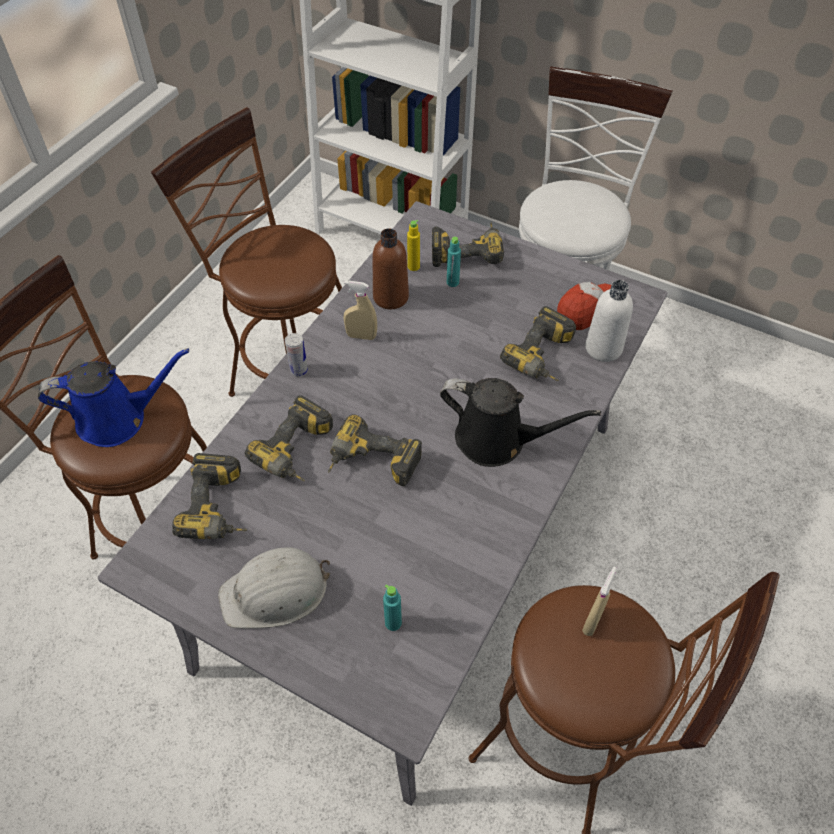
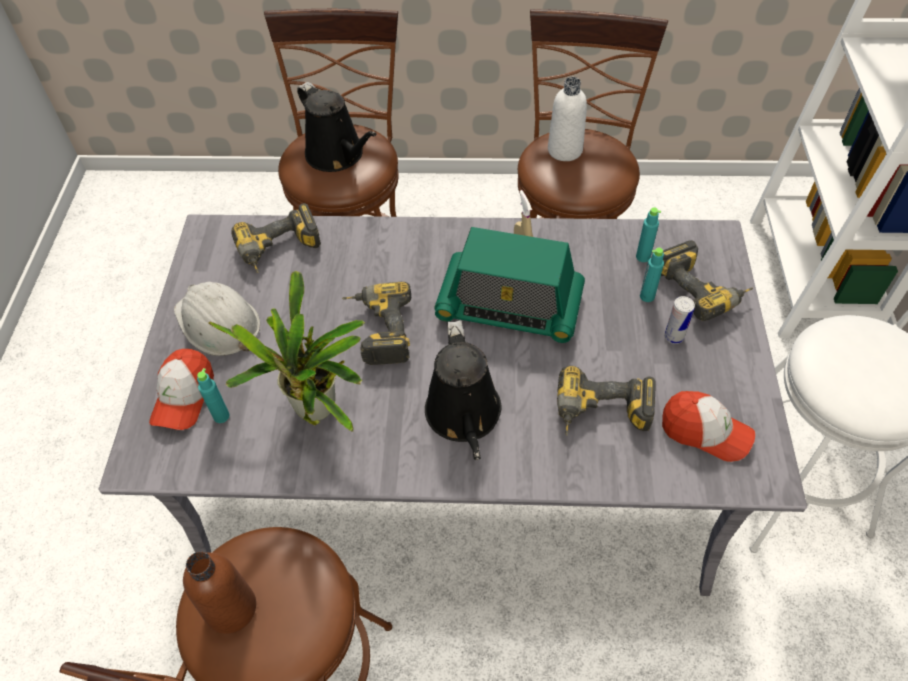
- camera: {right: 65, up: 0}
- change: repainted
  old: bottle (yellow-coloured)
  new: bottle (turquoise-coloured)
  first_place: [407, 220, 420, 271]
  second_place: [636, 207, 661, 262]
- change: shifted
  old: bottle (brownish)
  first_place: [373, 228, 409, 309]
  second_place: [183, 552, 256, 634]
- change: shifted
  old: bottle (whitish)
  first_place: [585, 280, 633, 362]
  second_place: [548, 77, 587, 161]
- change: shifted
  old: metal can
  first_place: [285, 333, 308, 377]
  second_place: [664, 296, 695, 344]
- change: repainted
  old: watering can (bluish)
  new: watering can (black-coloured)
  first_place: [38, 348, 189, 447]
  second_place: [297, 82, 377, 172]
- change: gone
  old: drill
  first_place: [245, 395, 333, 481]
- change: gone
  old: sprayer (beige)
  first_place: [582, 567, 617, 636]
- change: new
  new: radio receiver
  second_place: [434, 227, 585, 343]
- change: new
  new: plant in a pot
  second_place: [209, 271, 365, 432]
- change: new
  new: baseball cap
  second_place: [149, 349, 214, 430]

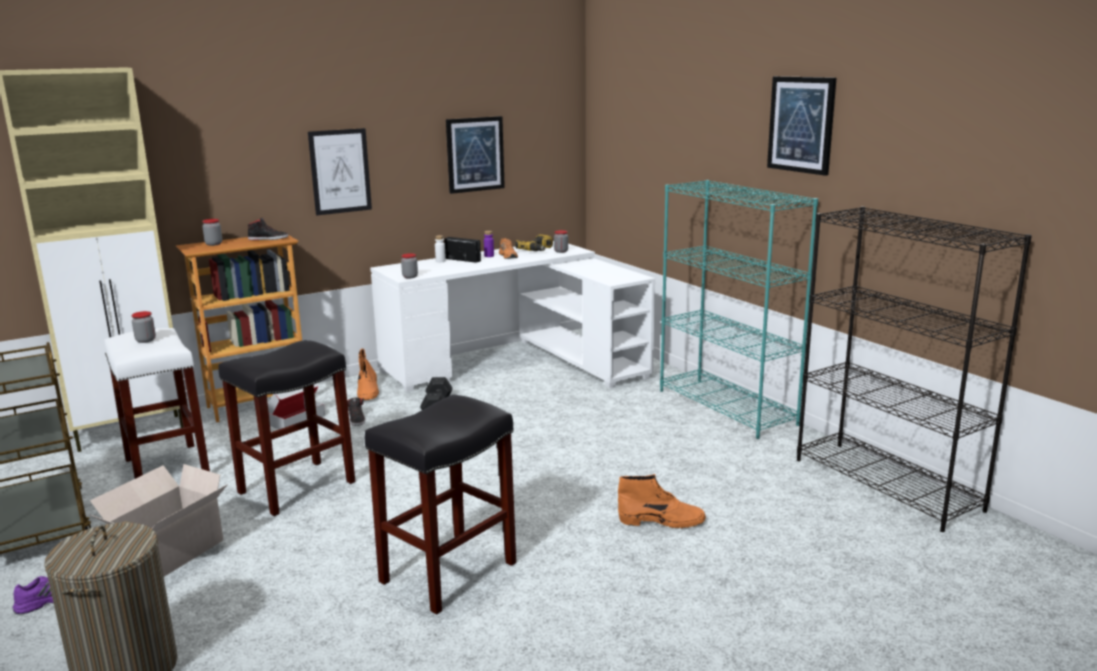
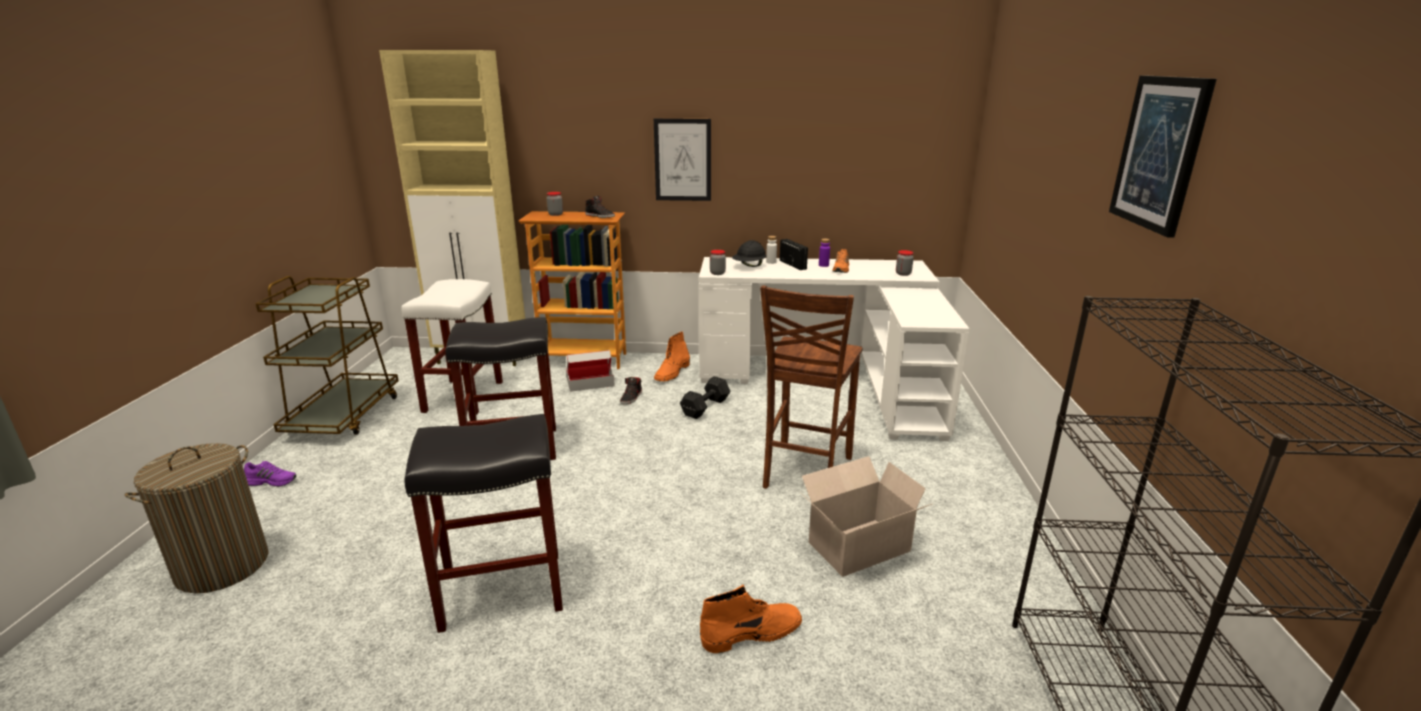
- camera: {right: 35, up: 5}
- change: gone
  old: wall art
  first_place: [446, 116, 505, 194]
- change: gone
  old: bookshelf (turquoise-coloured)
  first_place: [660, 180, 818, 439]
- change: gone
  old: drill
  first_place: [515, 234, 553, 251]
- change: gone
  old: jar
  first_place: [131, 311, 156, 343]
- change: shifted
  old: carton
  first_place: [89, 464, 228, 577]
  second_place: [800, 456, 932, 577]
- change: rotated
  old: tall boot (orange)
  first_place: [618, 474, 706, 528]
  second_place: [700, 585, 802, 653]
  degrees: -60
- change: new
  new: safety helmet (black-coloured)
  second_place: [732, 240, 766, 267]
- change: new
  new: upright chair (brownish)
  second_place: [760, 285, 863, 489]

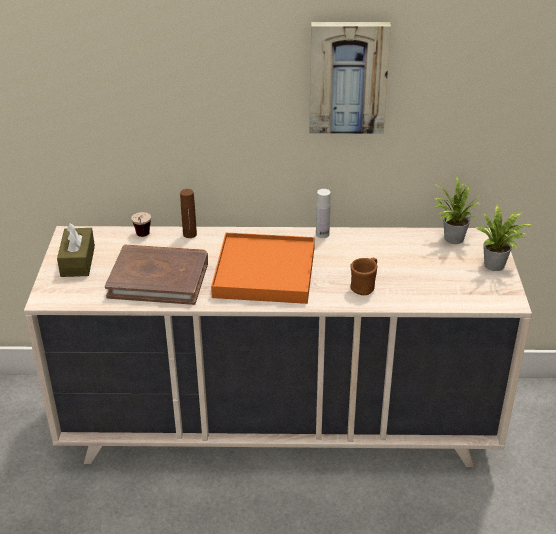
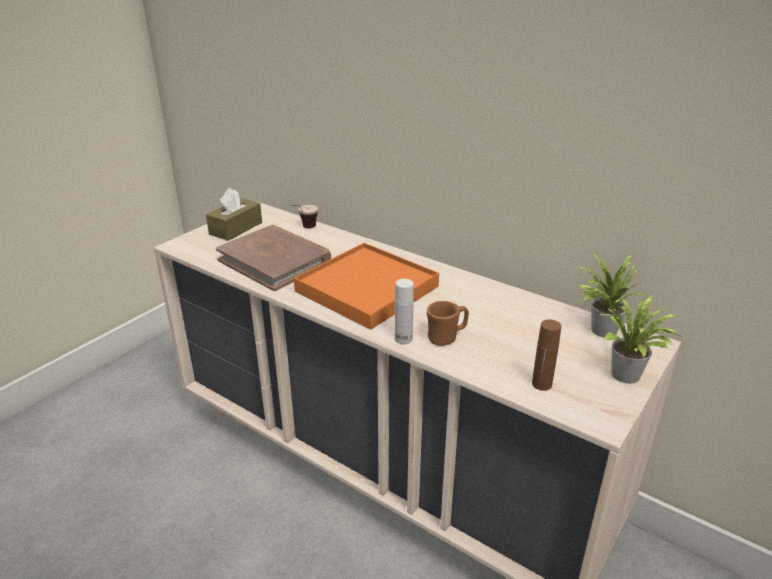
- camera: {right: 35, up: -5}
- change: gone
  old: wall art
  first_place: [309, 22, 391, 134]
- change: shifted
  old: bottle (brownish)
  first_place: [180, 189, 197, 238]
  second_place: [532, 319, 561, 391]
- change: shifted
  old: bottle (whitish)
  first_place: [316, 189, 331, 238]
  second_place: [395, 279, 414, 344]

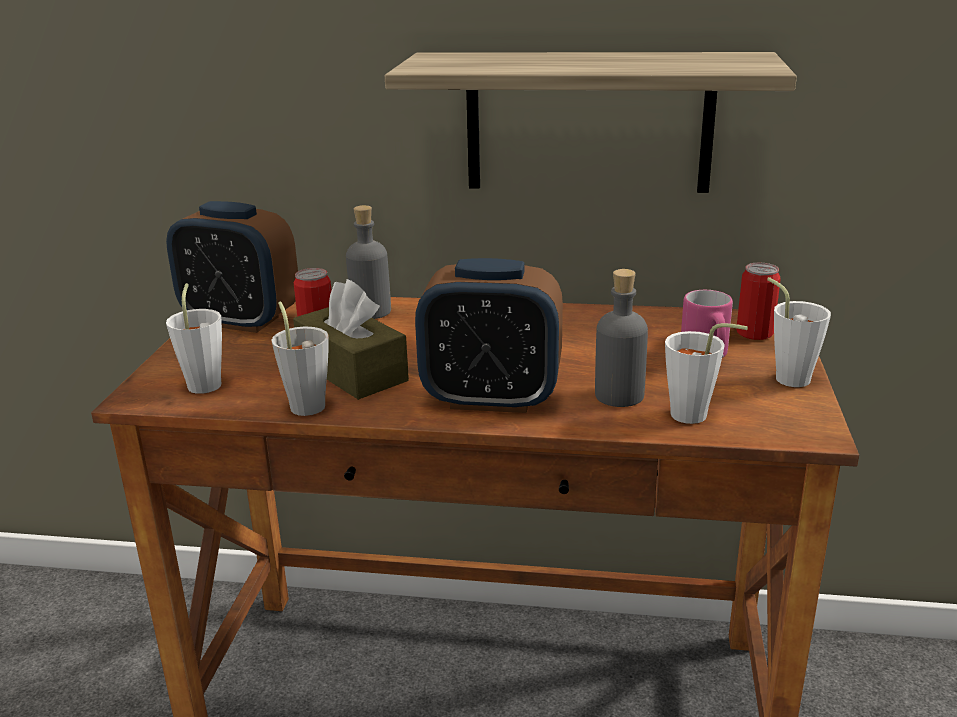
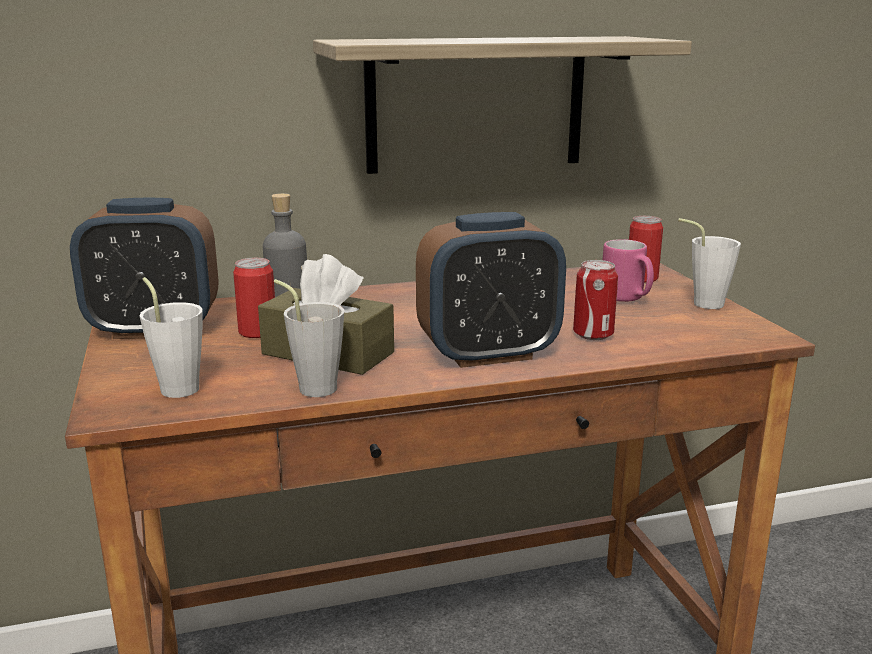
- camera: {right: -25, up: -5}
- change: swapped
  old: bottle (greyish)
  new: metal can
  first_place: [595, 269, 648, 407]
  second_place: [573, 260, 618, 340]
- change: gone
  old: cup (whitish)
  first_place: [665, 323, 748, 424]

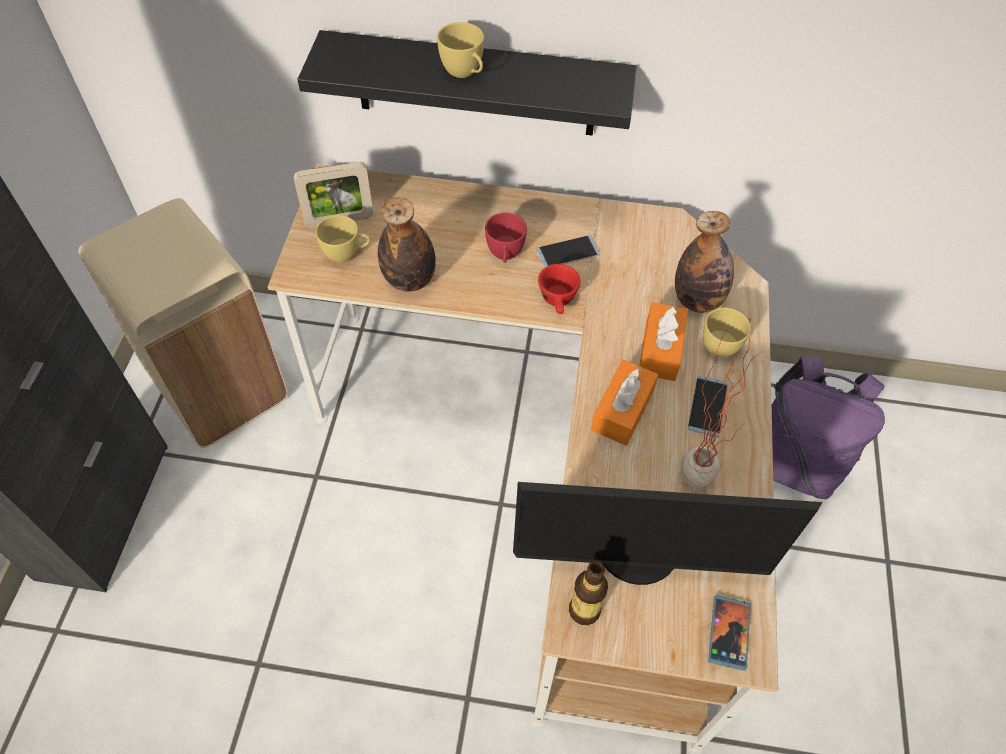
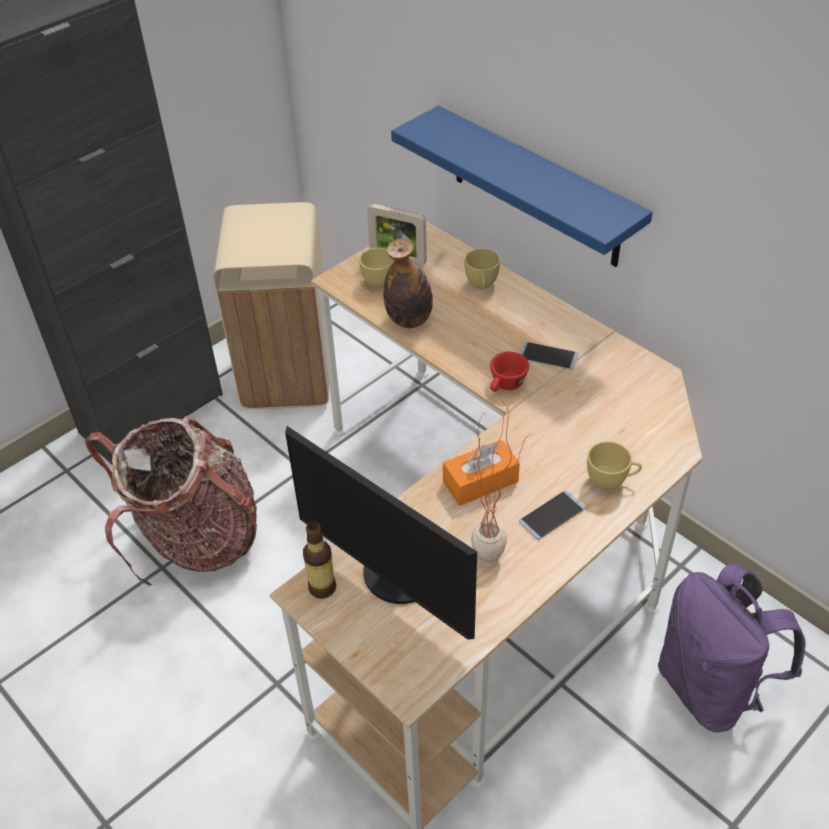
- camera: {right: 40, up: -10}
- change: shifted
  old: cup (yellow-coloured)
  first_place: [437, 22, 484, 78]
  second_place: [464, 248, 500, 289]
- change: repainted
  old: wall shelf (black-coloured)
  new: wall shelf (bluish)
  first_place: [298, 30, 637, 136]
  second_place: [391, 106, 653, 267]
- change: gone
  old: bottle
  first_place: [675, 211, 734, 313]
- change: gone
  old: cup (red)
  first_place: [485, 212, 527, 263]
- change: gone
  old: box of tissues (orange)
  first_place: [639, 302, 688, 381]
- change: gone
  old: phone
  first_place: [708, 595, 751, 671]
- change: new
  new: rucksack
  second_place: [85, 416, 257, 587]

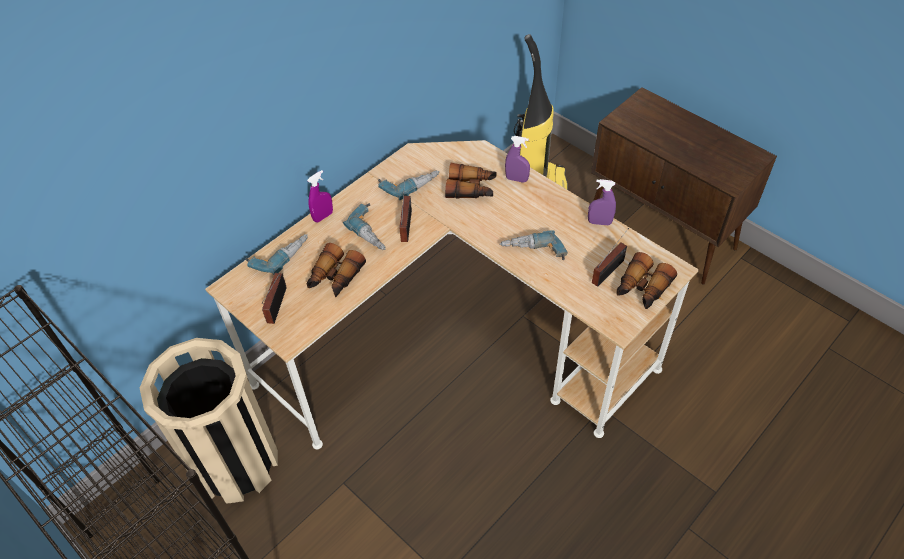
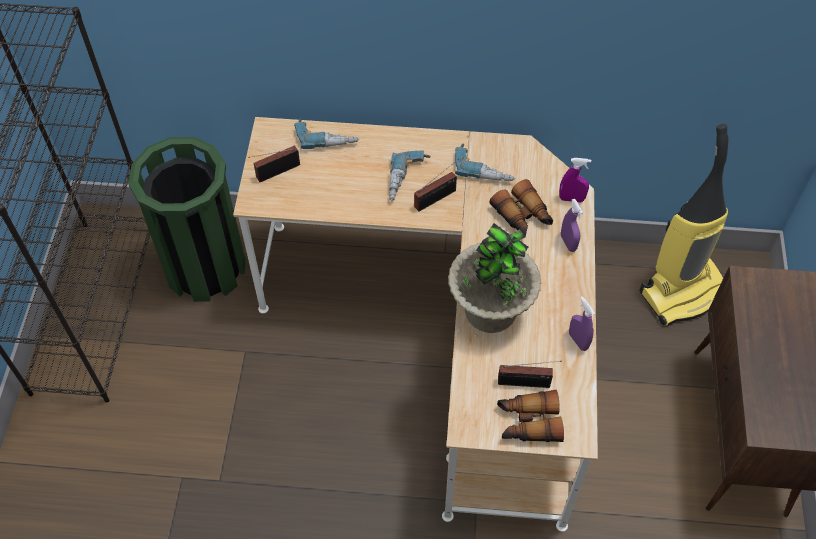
- camera: {right: 50, up: 5}
- change: shifted
  old: sprayer (purplish)
  first_place: [307, 170, 333, 223]
  second_place: [559, 158, 591, 203]
- change: swapped
  old: drill
  new: plant in a pot
  first_place: [499, 230, 568, 260]
  second_place: [448, 223, 541, 333]
- change: gone
  old: binoculars
  first_place: [306, 243, 366, 297]
- change: repainted
  old: waste bin (beige)
  new: waste bin (green)
  first_place: [140, 338, 278, 504]
  second_place: [128, 137, 246, 302]

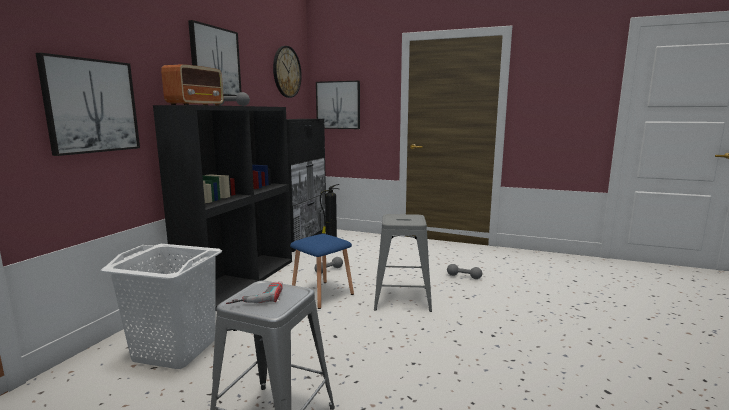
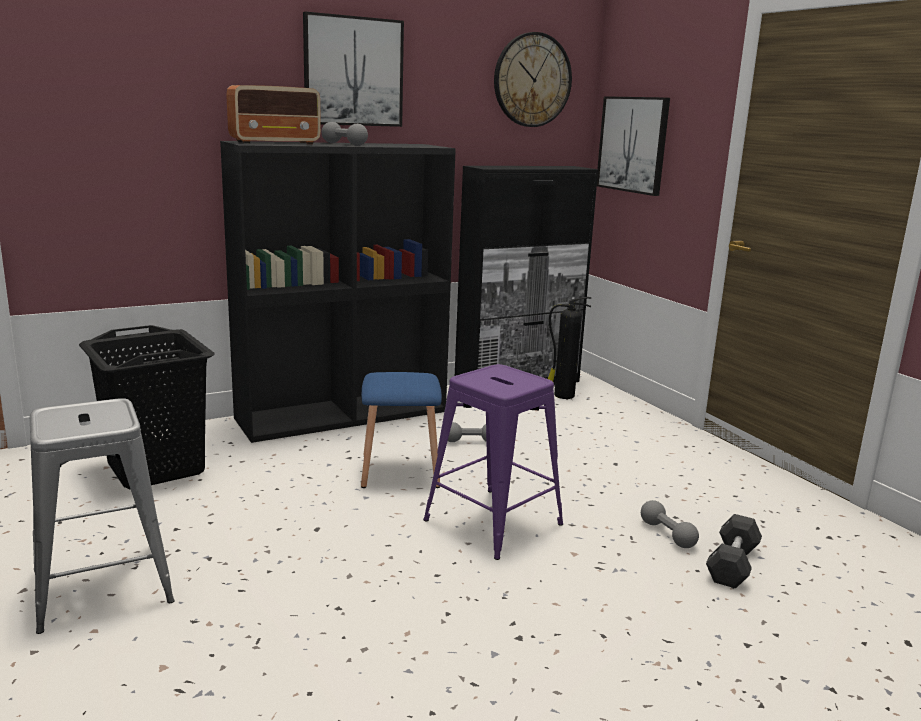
- camera: {right: 40, up: 5}
- change: gone
  old: wall art
  first_place: [36, 53, 140, 156]
- change: repainted
  old: stool (greyish)
  new: stool (purplish)
  first_place: [374, 214, 432, 312]
  second_place: [423, 364, 563, 560]
- change: repainted
  old: washing basket (whitish)
  new: washing basket (black-coloured)
  first_place: [101, 244, 222, 369]
  second_place: [79, 325, 215, 490]
- change: gone
  old: drill
  first_place: [226, 281, 283, 304]
- change: new
  new: hand weight (black-coloured)
  second_place: [706, 514, 762, 588]

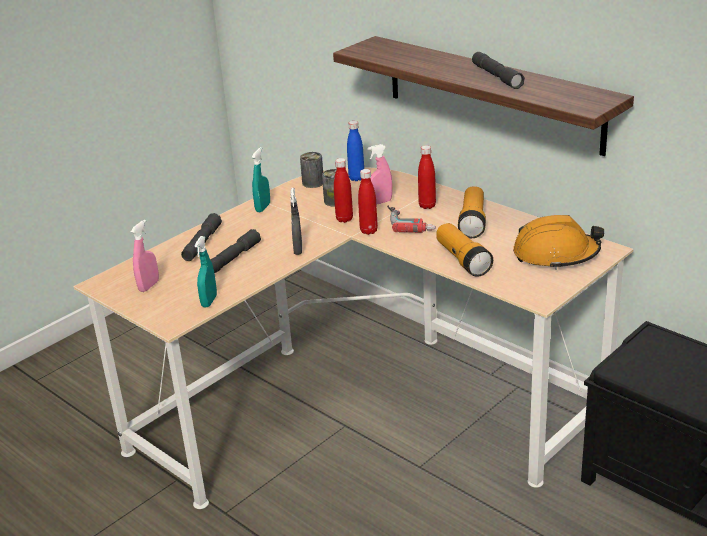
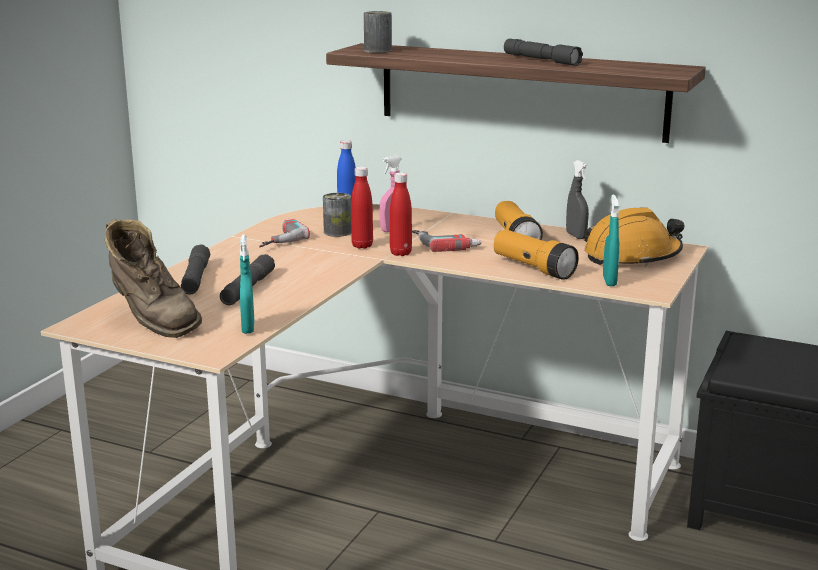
- camera: {right: -20, up: -10}
- change: gone
  old: bottle (red)
  first_place: [418, 145, 436, 209]
- change: shifted
  old: sprayer (turquoise-coloured)
  first_place: [252, 147, 270, 212]
  second_place: [603, 194, 619, 286]
- change: shifted
  old: metal can
  first_place: [300, 152, 323, 188]
  second_place: [364, 11, 392, 53]
- change: shifted
  old: sprayer (greyish)
  first_place: [290, 188, 302, 255]
  second_place: [566, 160, 589, 239]
- change: swapped
  old: sprayer (pink-coloured)
  new: tall boot (brownish)
  first_place: [131, 220, 159, 292]
  second_place: [105, 219, 202, 338]
- change: new
  new: drill
  second_place: [259, 219, 310, 247]

